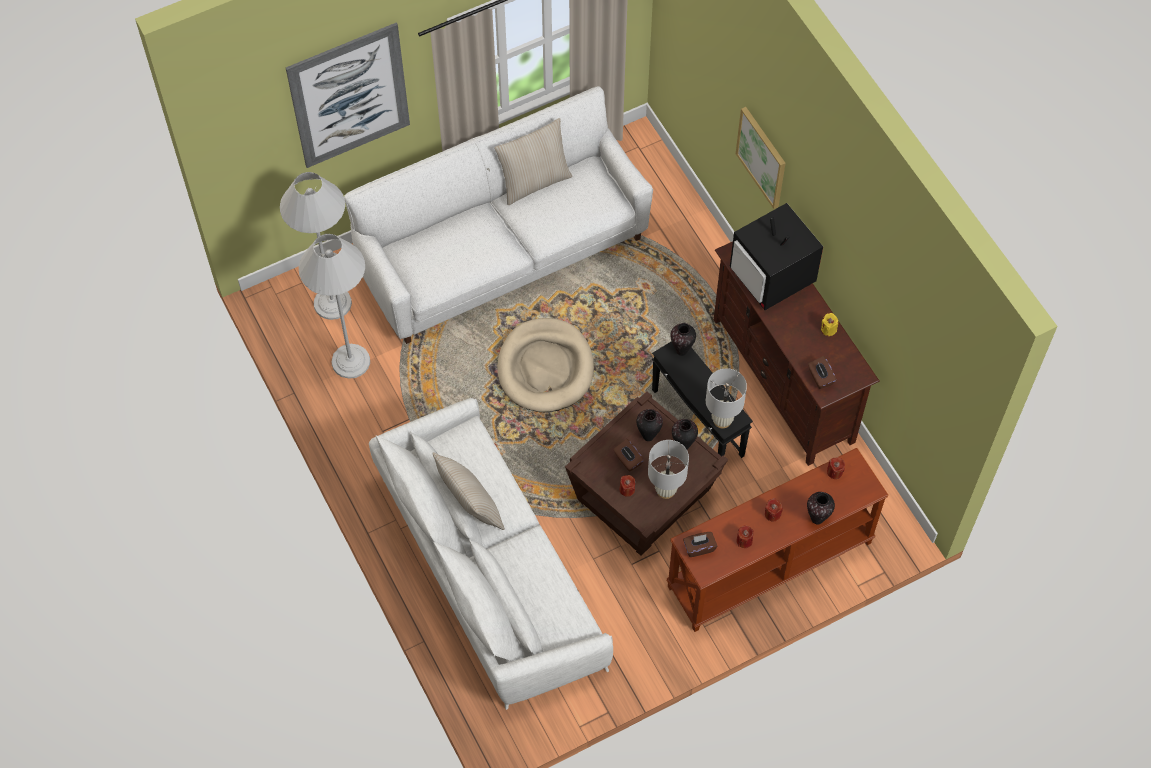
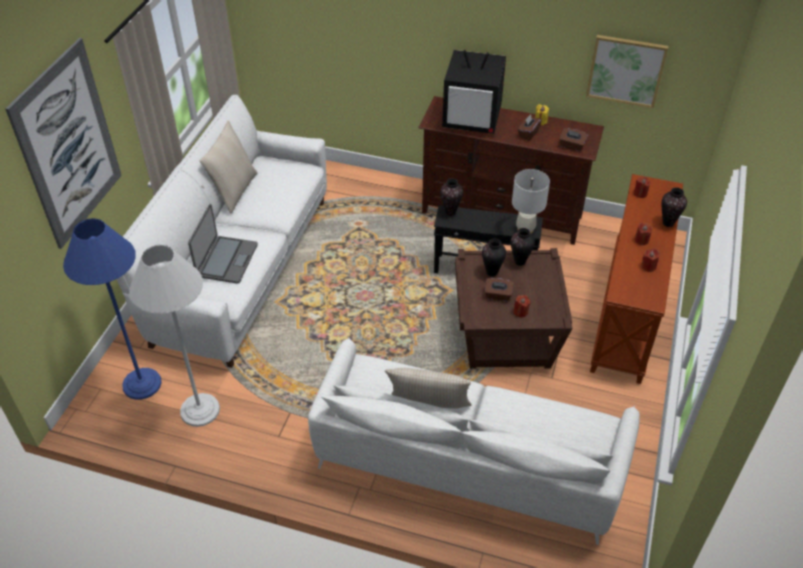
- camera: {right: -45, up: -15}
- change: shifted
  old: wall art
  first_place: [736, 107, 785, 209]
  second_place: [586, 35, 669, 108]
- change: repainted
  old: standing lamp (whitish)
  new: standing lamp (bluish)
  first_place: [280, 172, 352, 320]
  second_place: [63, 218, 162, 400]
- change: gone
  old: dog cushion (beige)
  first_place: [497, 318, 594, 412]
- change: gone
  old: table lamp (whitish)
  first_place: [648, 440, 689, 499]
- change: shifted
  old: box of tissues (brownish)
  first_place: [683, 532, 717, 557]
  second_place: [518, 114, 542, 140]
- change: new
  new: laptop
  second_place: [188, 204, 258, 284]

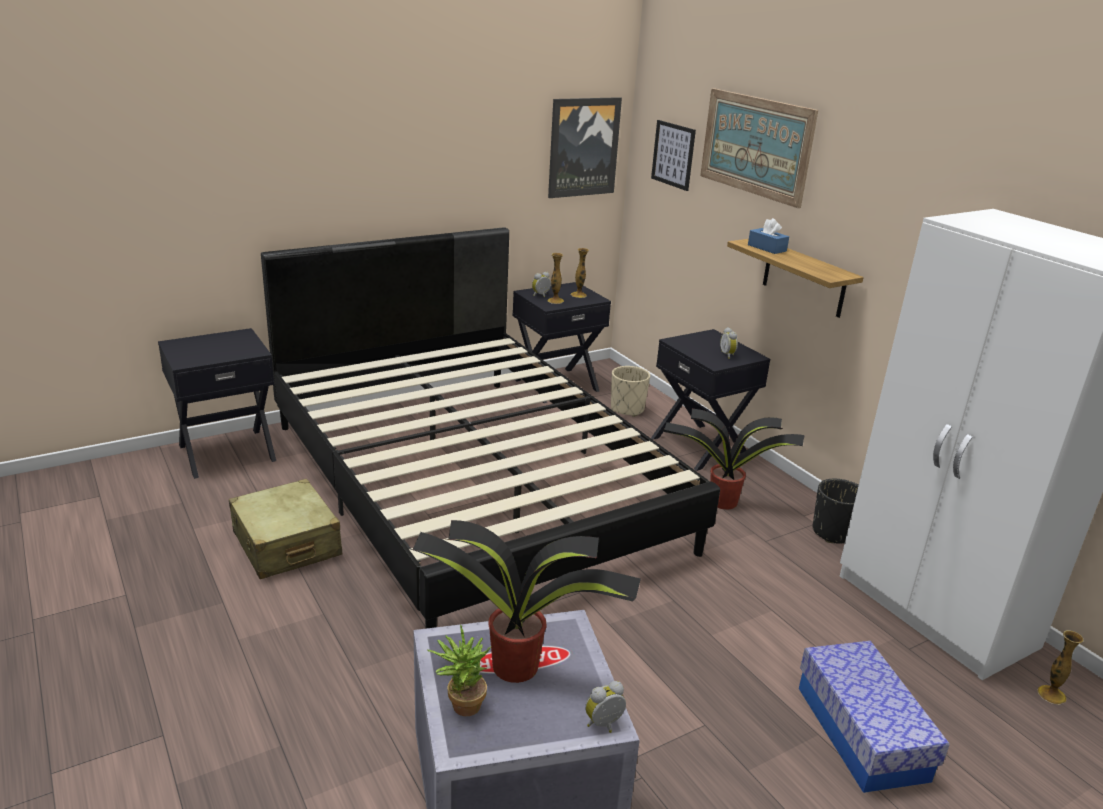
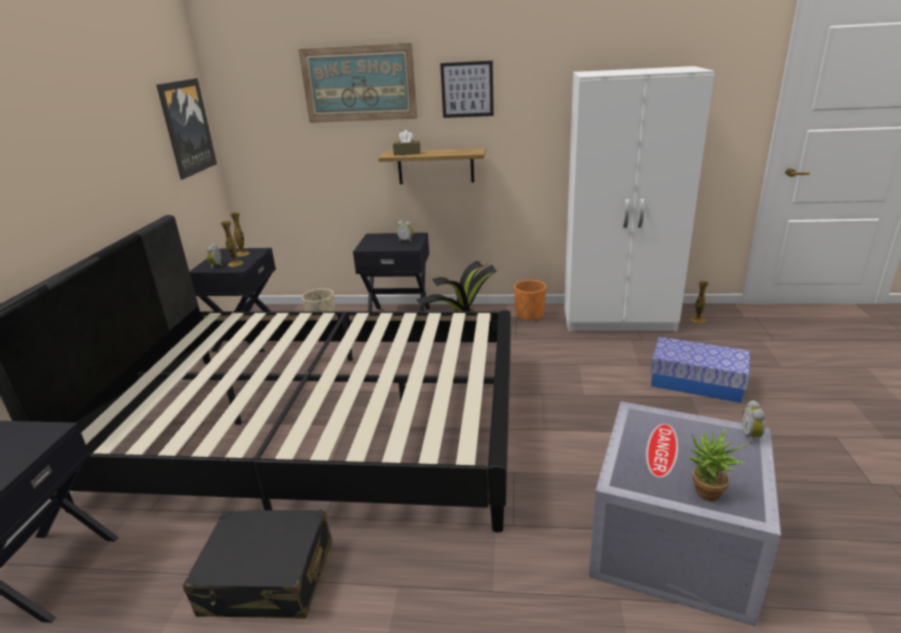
- camera: {right: -50, up: 0}
- change: shifted
  old: wall art
  first_place: [651, 120, 696, 191]
  second_place: [440, 61, 494, 118]
- change: repainted
  old: box of tissues (bluish)
  new: box of tissues (brownish)
  first_place: [748, 218, 789, 254]
  second_place: [393, 130, 421, 156]
- change: repainted
  old: piece of luggage (beige)
  new: piece of luggage (black-coloured)
  first_place: [229, 479, 342, 579]
  second_place: [182, 509, 332, 618]
- change: repainted
  old: flower pot (black-coloured)
  new: flower pot (orange)
  first_place: [813, 479, 859, 543]
  second_place: [514, 280, 546, 321]
- change: gone
  old: plant in a pot
  first_place: [407, 520, 641, 683]

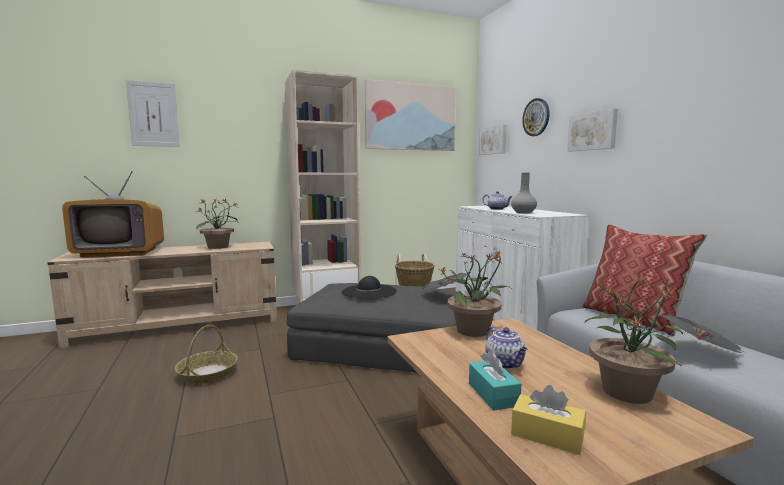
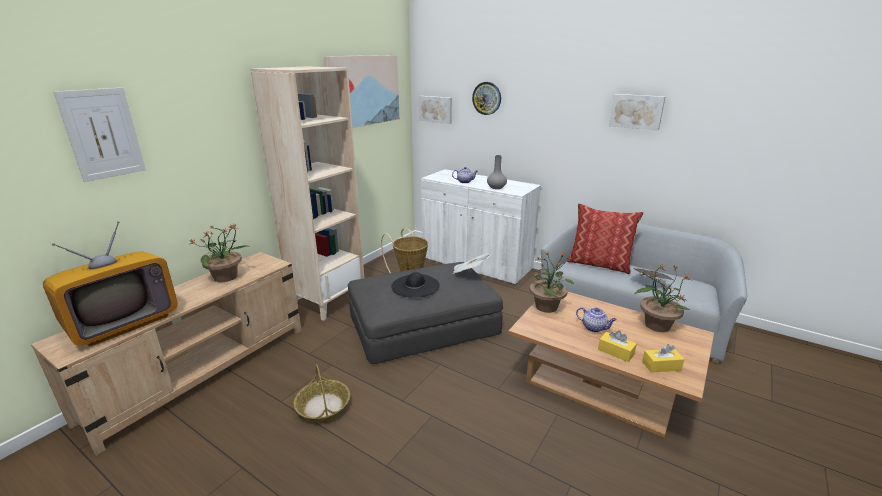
- camera: {right: -35, up: 15}
- change: shifted
  old: wall art
  first_place: [567, 108, 618, 151]
  second_place: [609, 94, 666, 131]
- change: repainted
  old: box of tissues (turquoise-coloured)
  new: box of tissues (yellow-coloured)
  first_place: [469, 350, 521, 411]
  second_place: [598, 330, 637, 362]

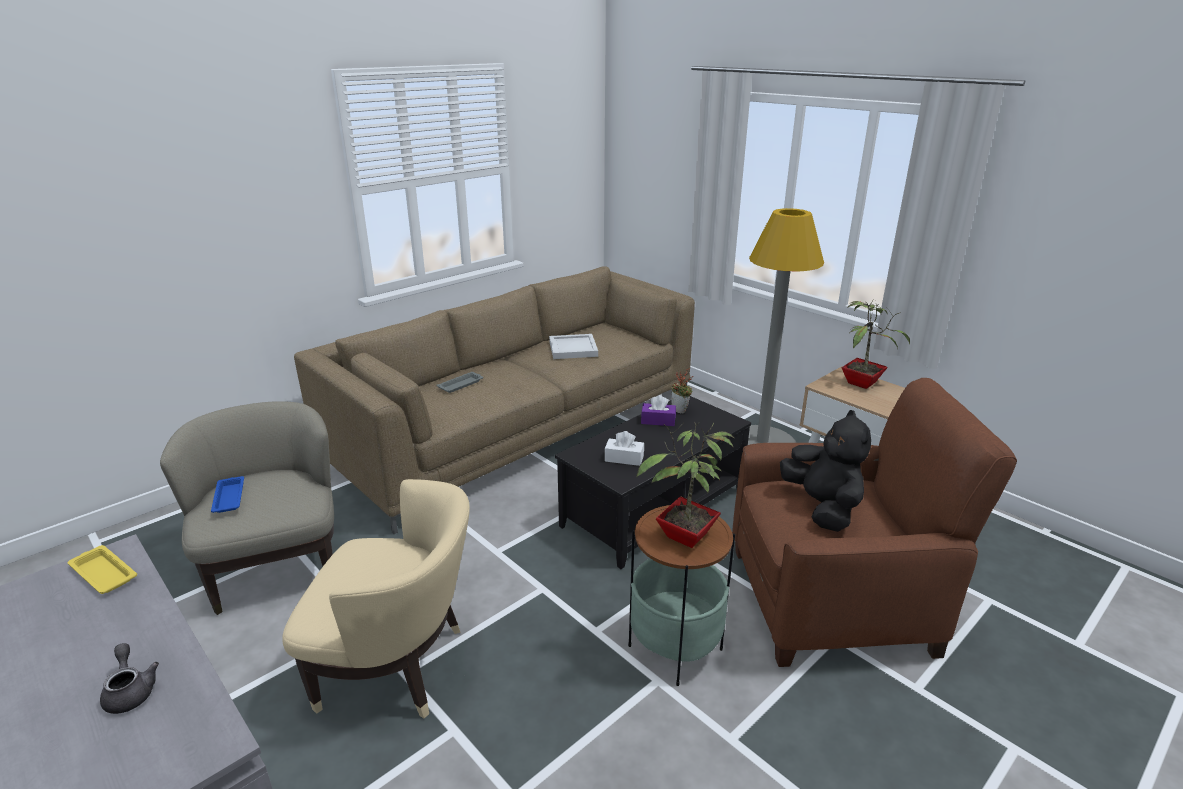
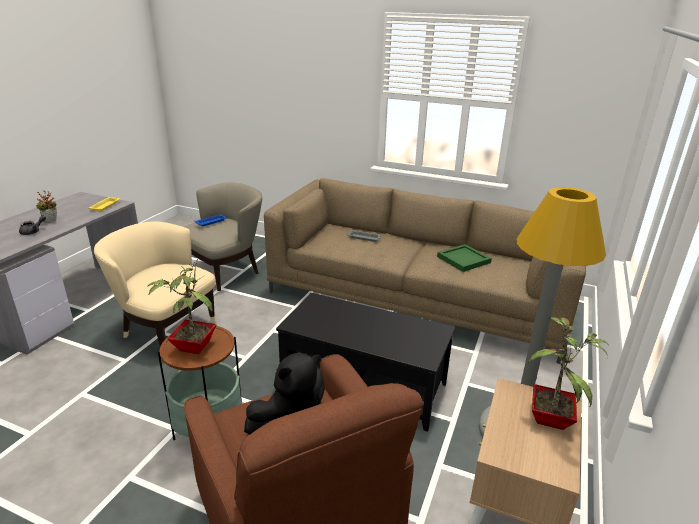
- camera: {right: 65, up: 0}
- change: repainted
  old: tray (whitish)
  new: tray (green)
  first_place: [549, 334, 598, 359]
  second_place: [437, 244, 492, 272]
- change: shifted
  old: plant in a pot
  first_place: [671, 368, 693, 414]
  second_place: [36, 191, 57, 223]
- change: gone
  old: box of tissues (purplish)
  first_place: [641, 395, 676, 426]
- change: gone
  old: box of tissues (whitish)
  first_place: [605, 431, 644, 466]
- change: rotated
  old: easy chair (beige)
  first_place: [282, 479, 470, 719]
  second_place: [94, 221, 216, 346]
  degrees: 135

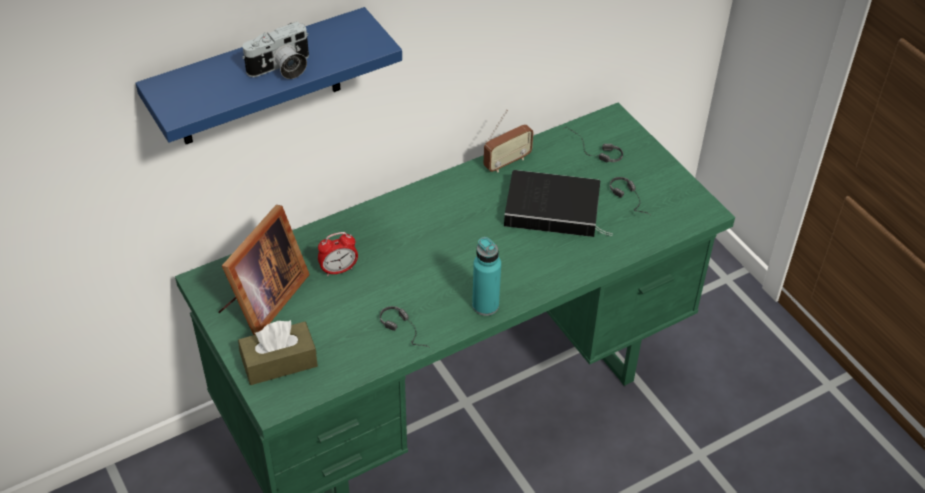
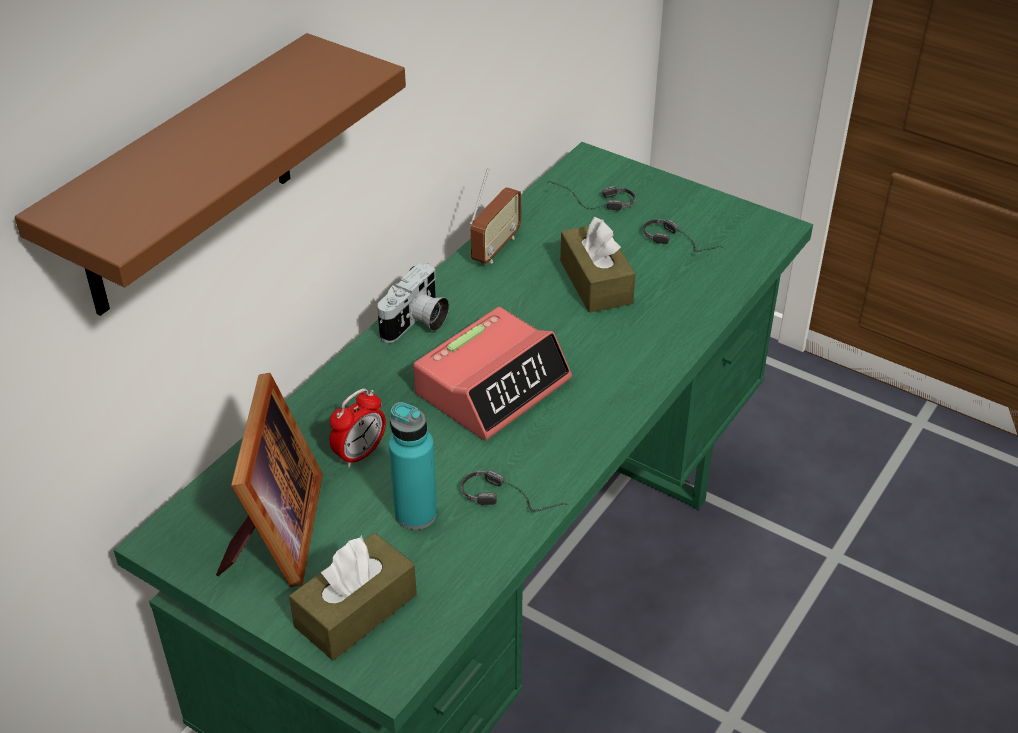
- camera: {right: -25, up: -5}
- change: repainted
  old: wall shelf (bluish)
  new: wall shelf (brownish)
  first_place: [136, 7, 402, 144]
  second_place: [15, 33, 406, 316]
- change: shifted
  old: photo camera
  first_place: [242, 21, 309, 79]
  second_place: [377, 263, 449, 343]
- change: swapped
  old: book
  new: box of tissues (brownish)
  first_place: [504, 170, 612, 237]
  second_place: [560, 217, 635, 313]
- change: shifted
  old: bottle (turquoise-coloured)
  first_place: [472, 237, 501, 316]
  second_place: [389, 402, 437, 530]
- change: new
  new: bedside clock
  second_place: [413, 307, 572, 440]

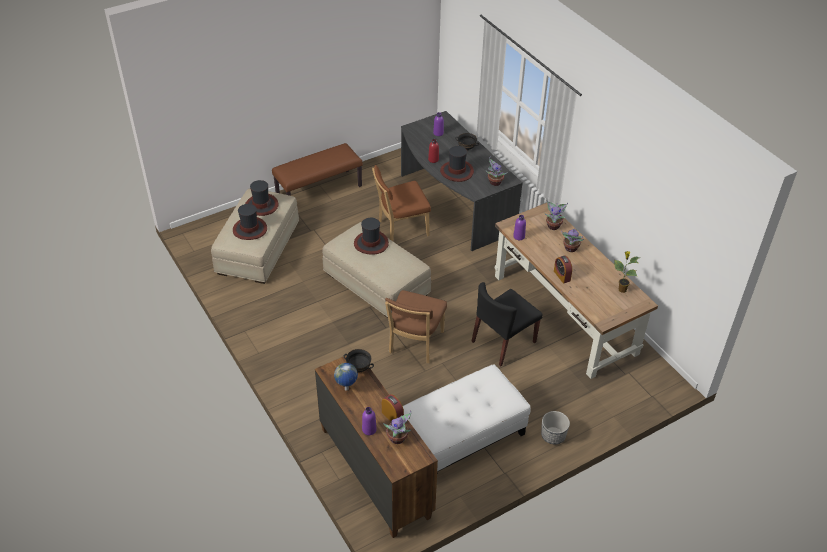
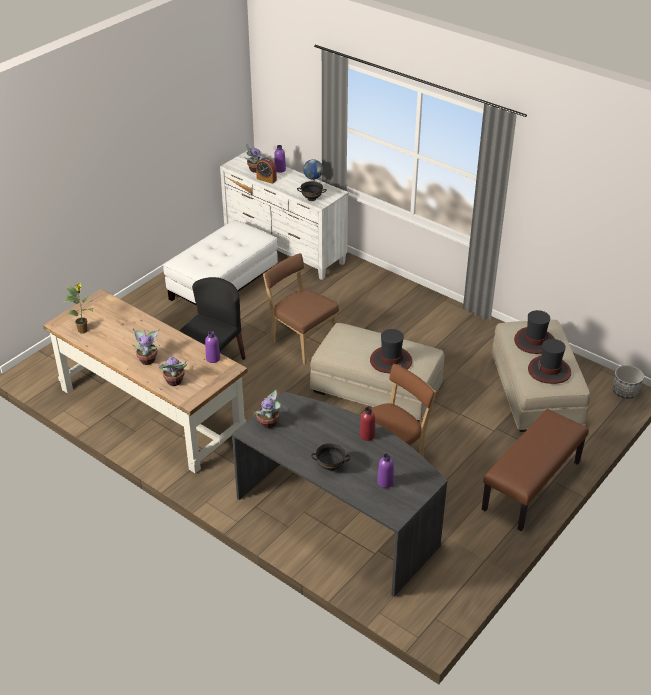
- camera: {right: 160, up: -5}
- change: gone
  old: hat
  first_place: [440, 146, 474, 182]
- change: gone
  old: bedside clock
  first_place: [554, 256, 572, 284]
- change: rotated
  old: upright chair (brownish)
  first_place: [385, 290, 447, 363]
  second_place: [263, 253, 339, 365]
  degrees: -45
- change: repainted
  old: drawer chest (brownish)
  new: drawer chest (whitish)
  first_place: [315, 355, 438, 538]
  second_place: [220, 151, 348, 280]
- change: shifted
  old: flower pot
  first_place: [541, 411, 570, 445]
  second_place: [613, 365, 644, 399]

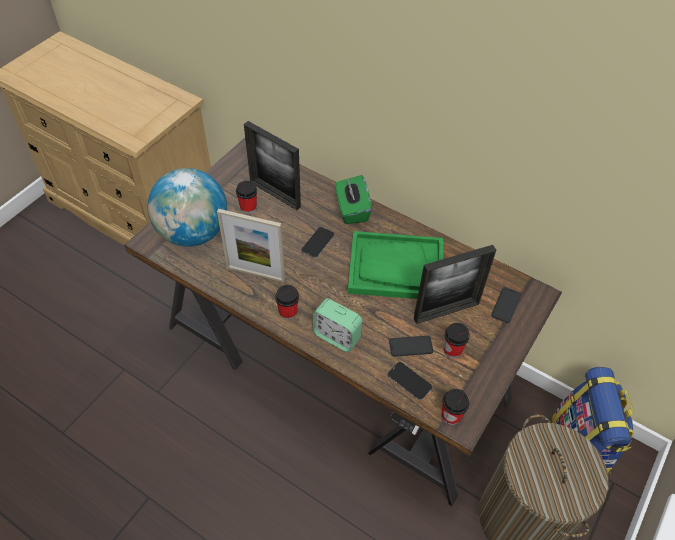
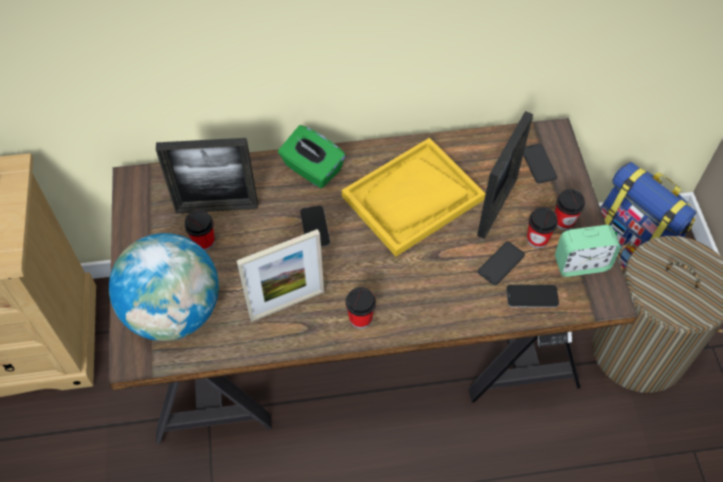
- camera: {right: -40, up: 5}
- change: repainted
  old: tray (green)
  new: tray (yellow-coloured)
  first_place: [348, 231, 443, 299]
  second_place: [342, 138, 486, 256]
- change: shifted
  old: bedside clock
  first_place: [313, 298, 363, 352]
  second_place: [555, 225, 621, 277]
- change: shifted
  old: cup
  first_place: [441, 389, 469, 425]
  second_place: [555, 189, 585, 230]

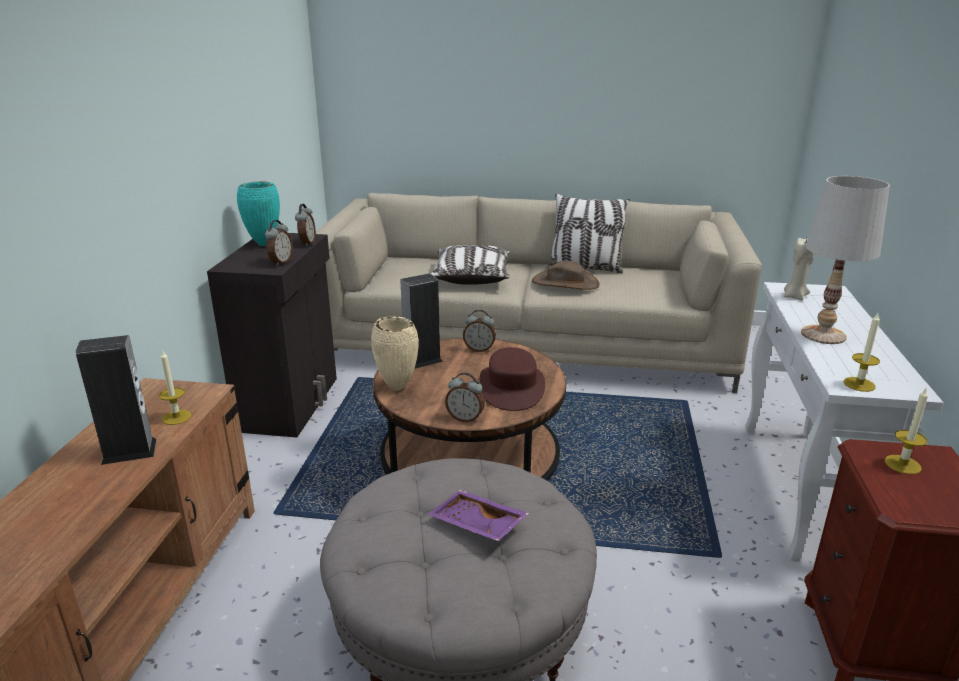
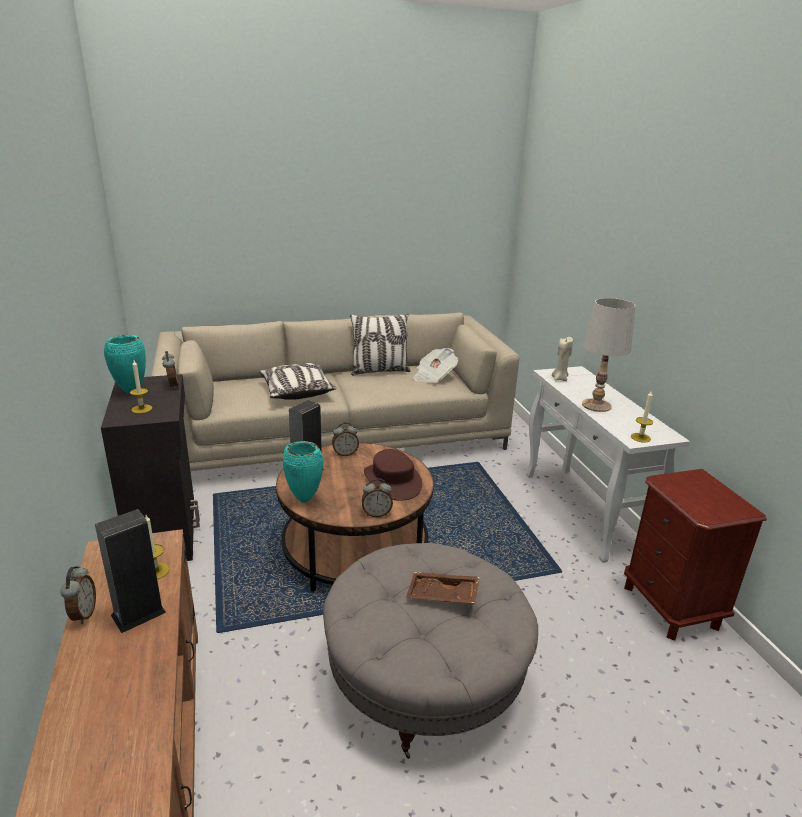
- camera: {right: -25, up: 0}
- change: shifted
  old: bedside clock
  first_place: [265, 220, 293, 266]
  second_place: [61, 566, 96, 624]
- change: gone
  old: hat (brownish)
  first_place: [532, 261, 600, 290]
- change: repainted
  old: decorative vase (beige)
  new: decorative vase (turquoise-coloured)
  first_place: [371, 317, 419, 391]
  second_place: [283, 441, 323, 503]
- change: shifted
  old: wax candle
  first_place: [885, 387, 928, 474]
  second_place: [130, 360, 152, 413]
- change: repainted
  old: tray (purplish)
  new: tray (brownish)
  first_place: [428, 490, 529, 541]
  second_place: [406, 572, 480, 603]
- change: new
  new: newspaper
  second_place: [413, 348, 458, 383]

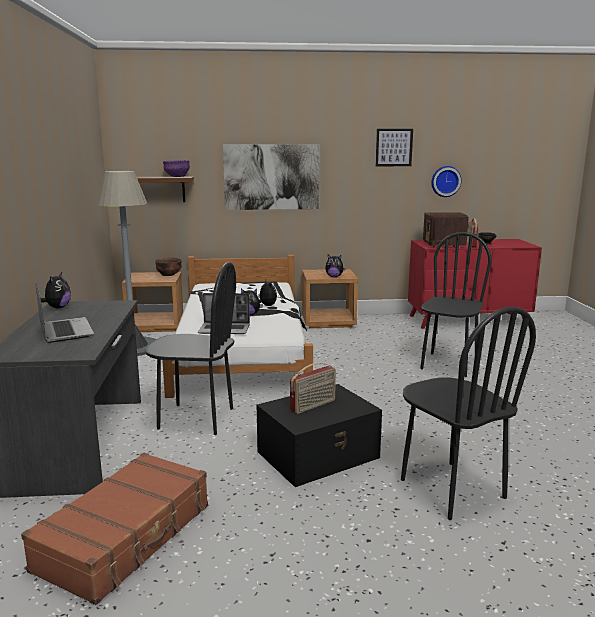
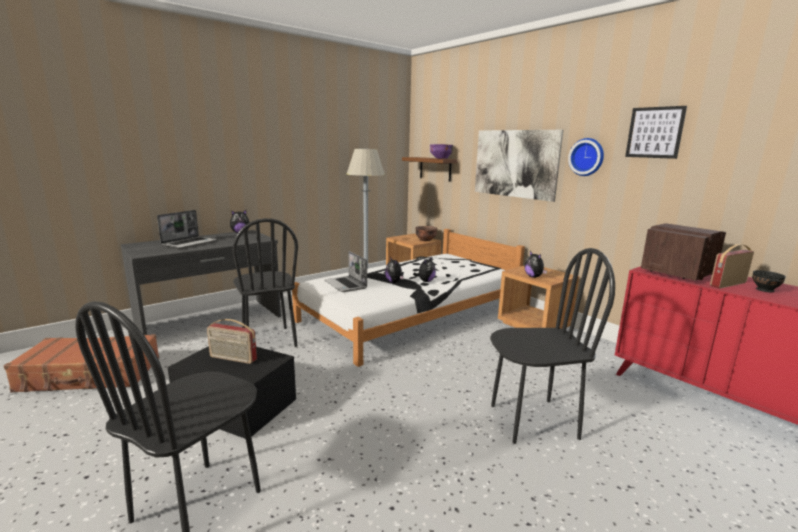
- camera: {right: 55, up: 0}
- change: shifted
  old: clock on the wall
  first_place: [431, 166, 462, 197]
  second_place: [568, 138, 604, 176]

